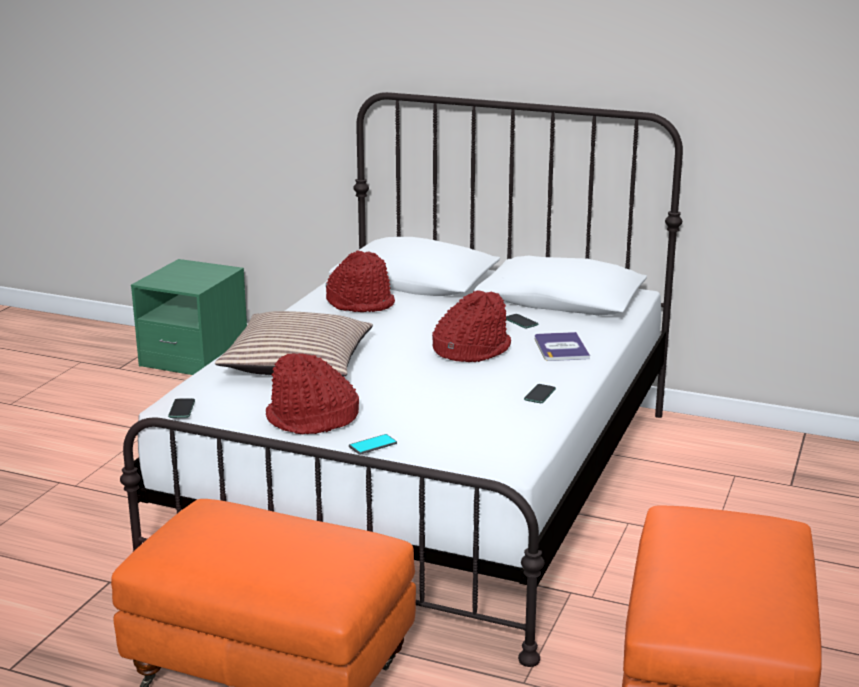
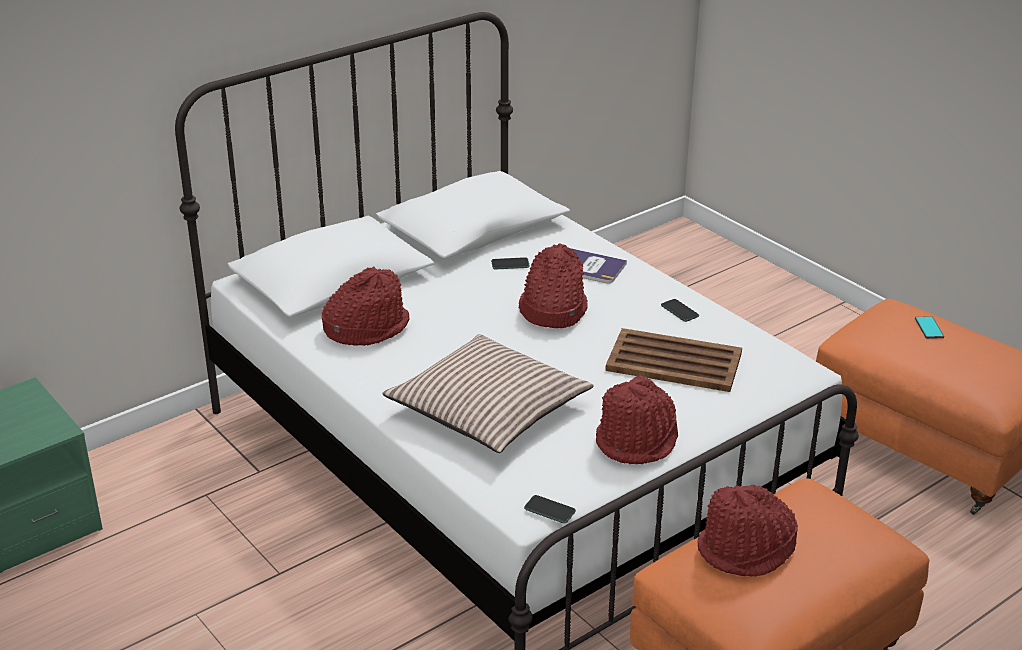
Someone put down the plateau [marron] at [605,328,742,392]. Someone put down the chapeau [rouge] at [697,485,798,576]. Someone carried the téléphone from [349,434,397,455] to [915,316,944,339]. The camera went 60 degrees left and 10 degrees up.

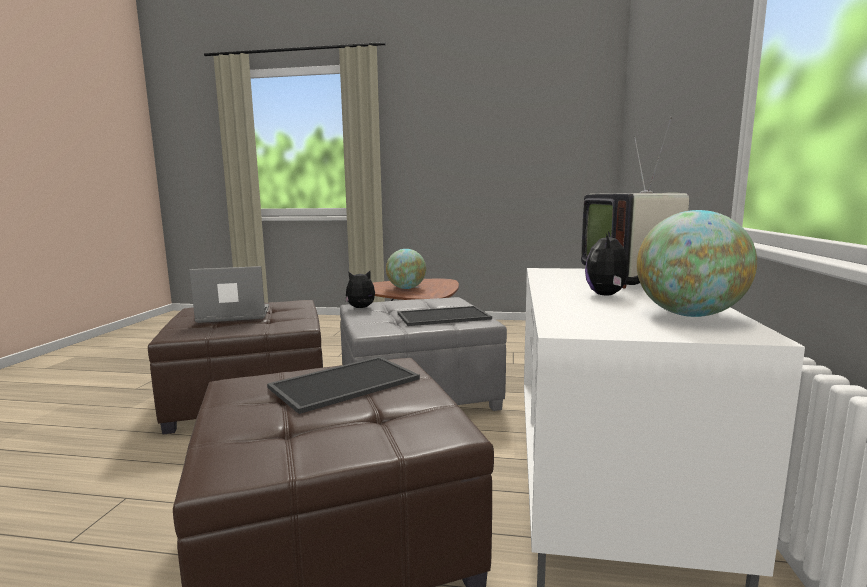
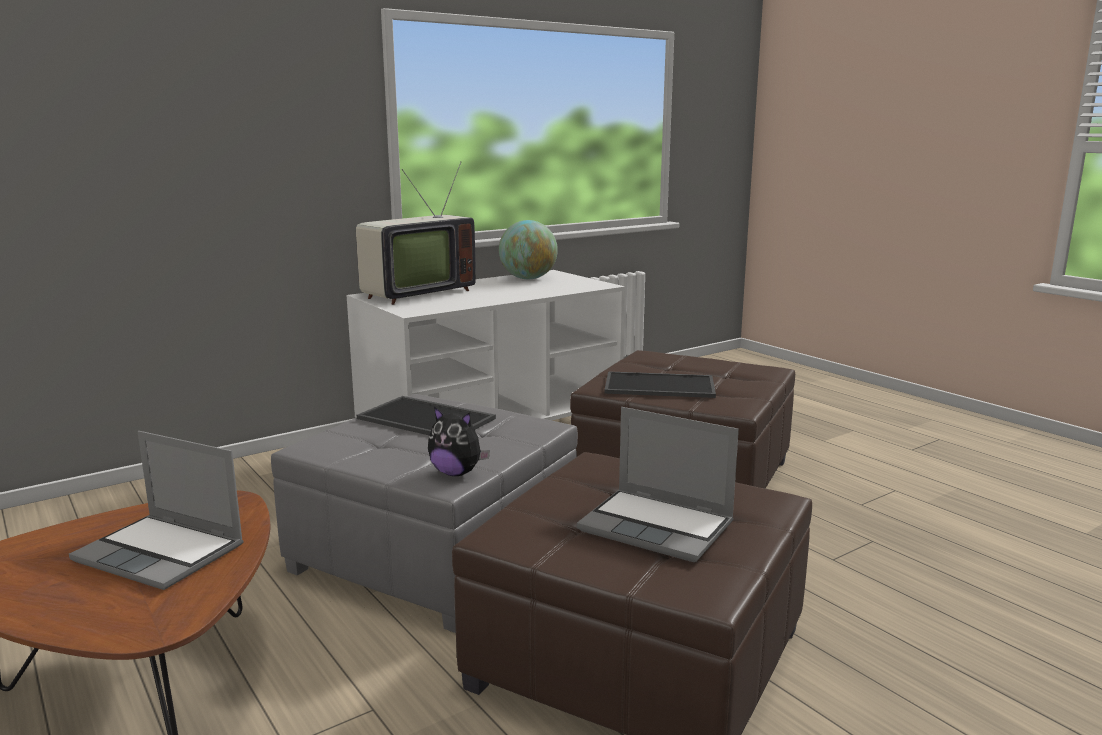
Someone took away the peluche at [585,231,640,295]. Someone swapped the globe at [386,249,426,289] for the ordinateur portable at [69,431,244,590]. The camera went 135 degrees left and 5 degrees up.

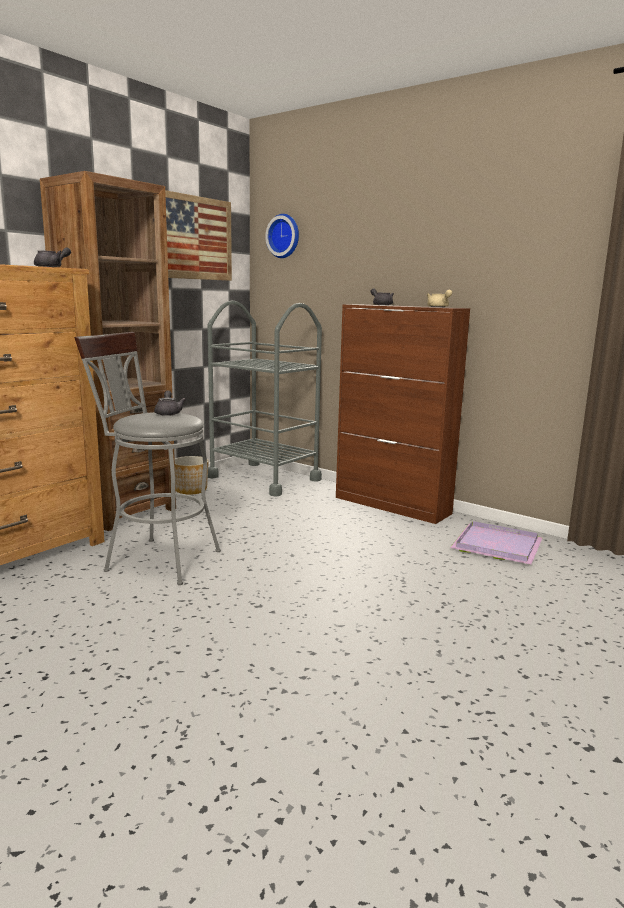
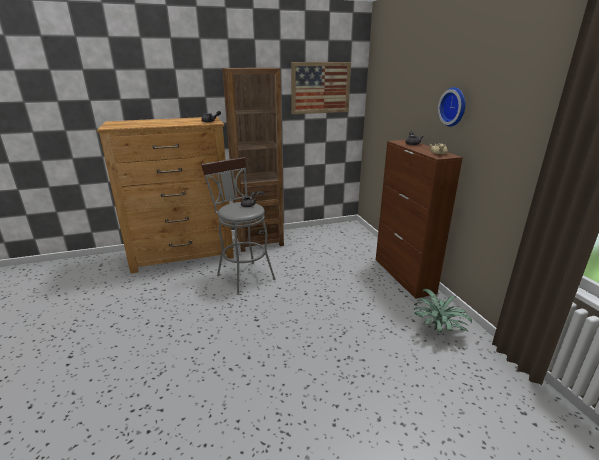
Someone took away the cache-pot at [175,456,209,495]. Someone took away the chariot [gris] at [207,300,322,496]. Someone carried the horloge murale from [265,214,299,258] to [438,87,466,127]. Someone swapped the plateau [violet] at [450,521,543,565] for the plante en pot at [414,289,472,333]. The camera went 35 degrees right and 10 degrees up.

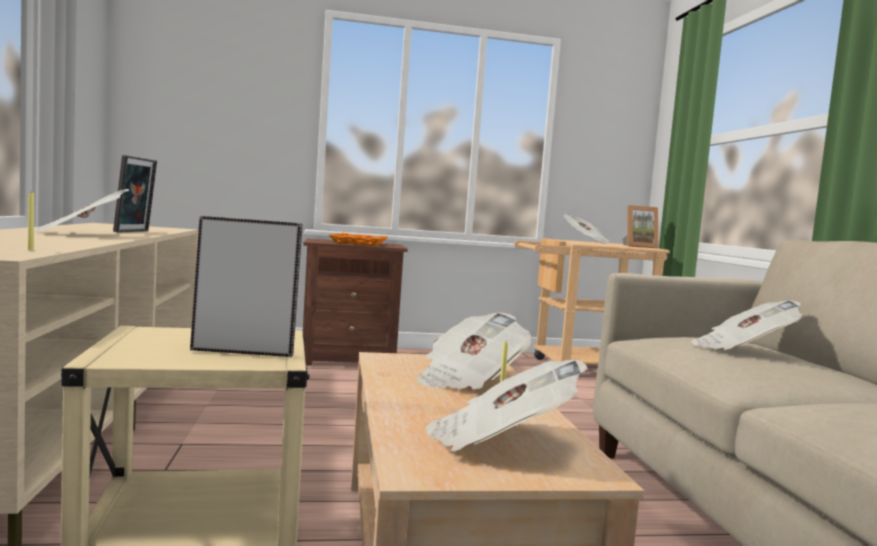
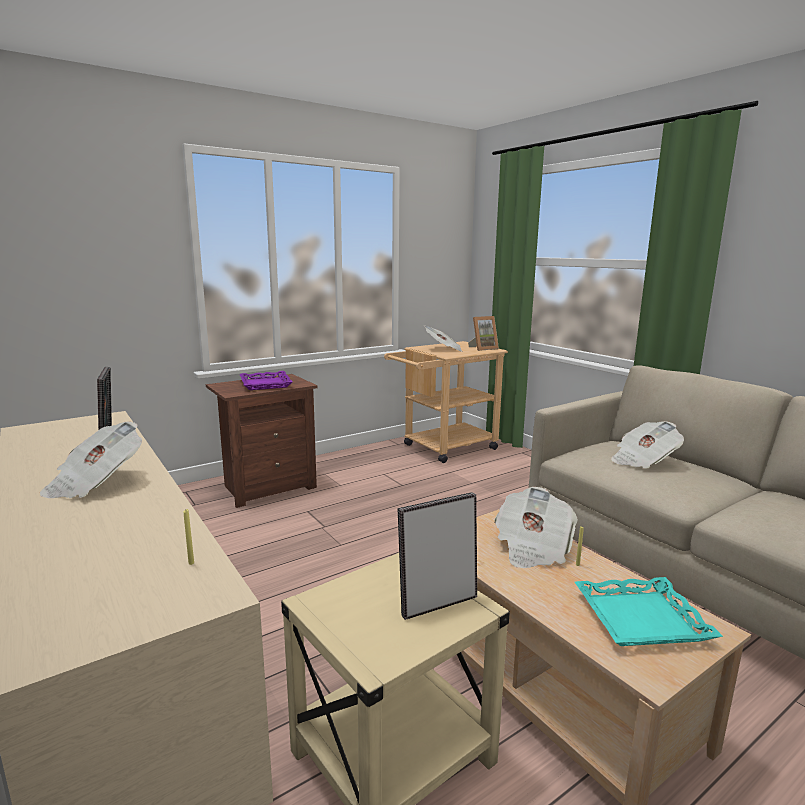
Someone swapped the journal at [425,360,588,452] for the plateau [turquoise] at [575,577,723,646]. Someone repainted the plateau [orange] at [329,233,388,246], which became the plateau [violet] at [240,371,293,390]. The camera went 25 degrees left and 10 degrees up.

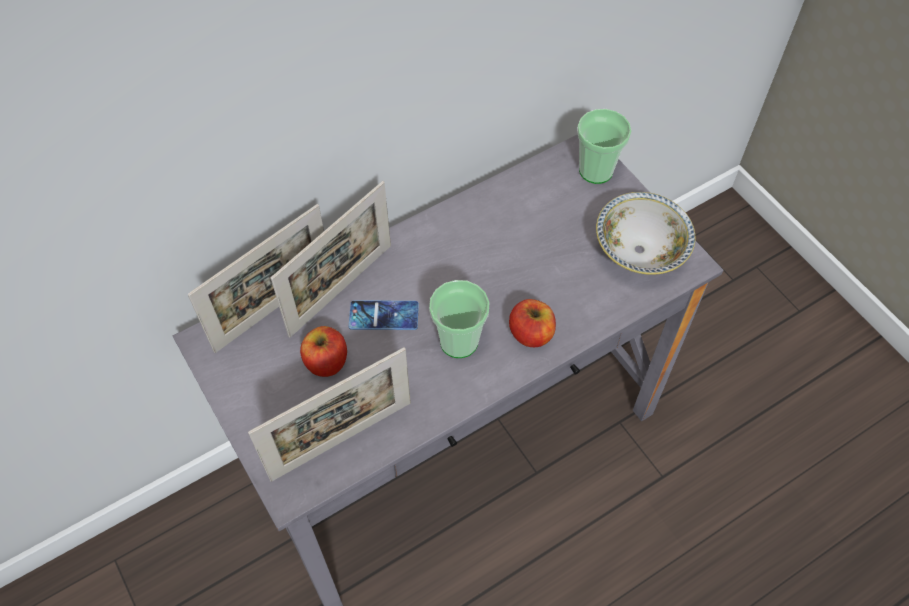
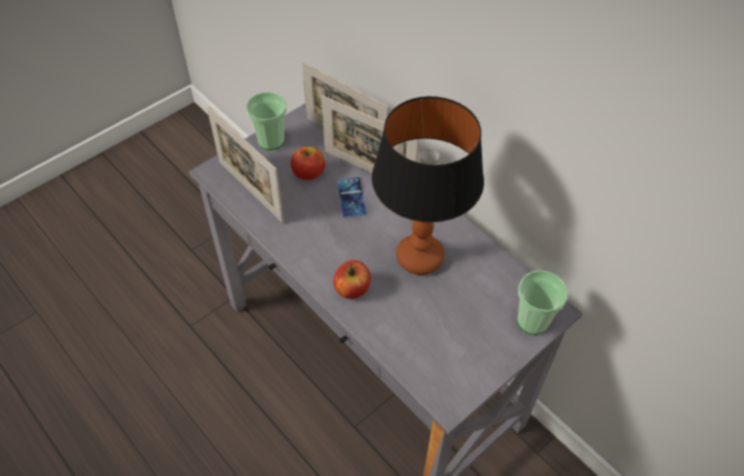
Someone took away the bol at [596,192,696,275]. Someone put down the lampe de table at [372,96,484,275]. Someone carried the tasse from [429,280,489,358] to [246,92,287,150]. The camera went 80 degrees right and 5 degrees down.

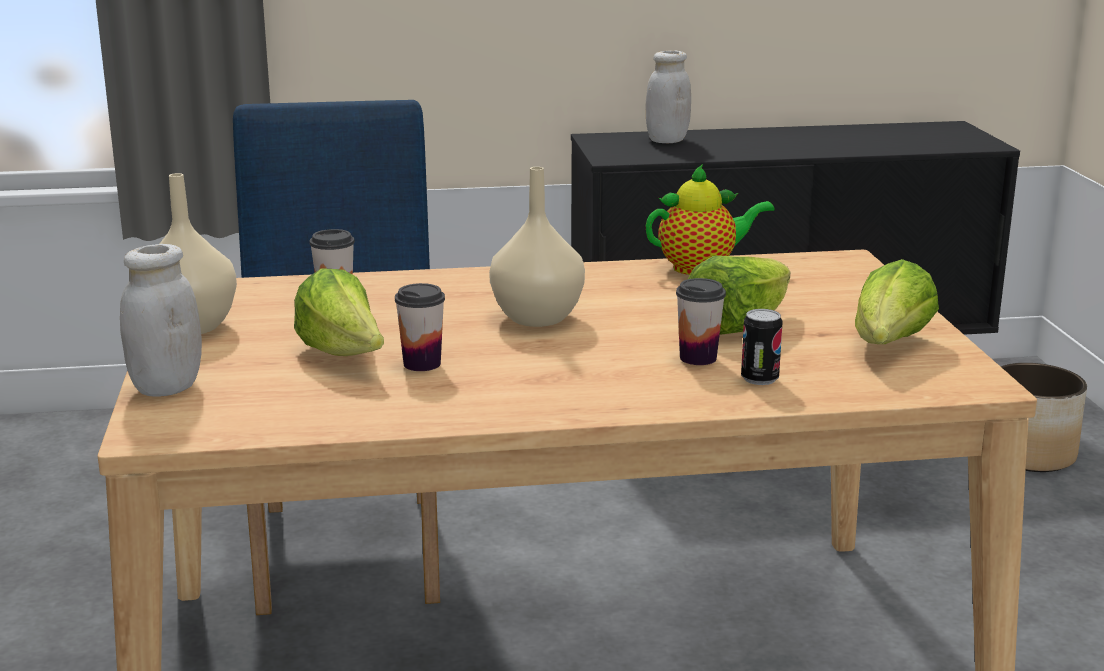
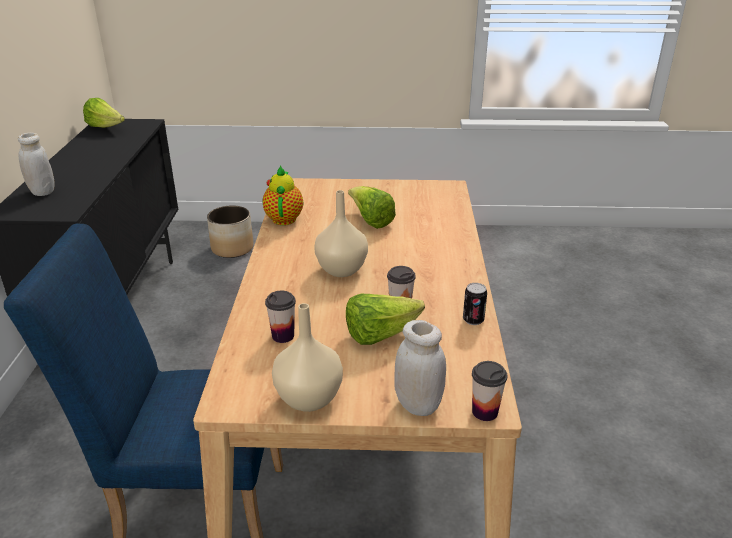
Someone carried the tasse from [676,278,726,365] to [472,361,507,421]. Someone carried the boîte métallique from [741,309,783,385] to [463,283,487,325]. Someone carried the laitue from [855,259,939,344] to [83,98,125,128]. The camera went 80 degrees left and 10 degrees up.

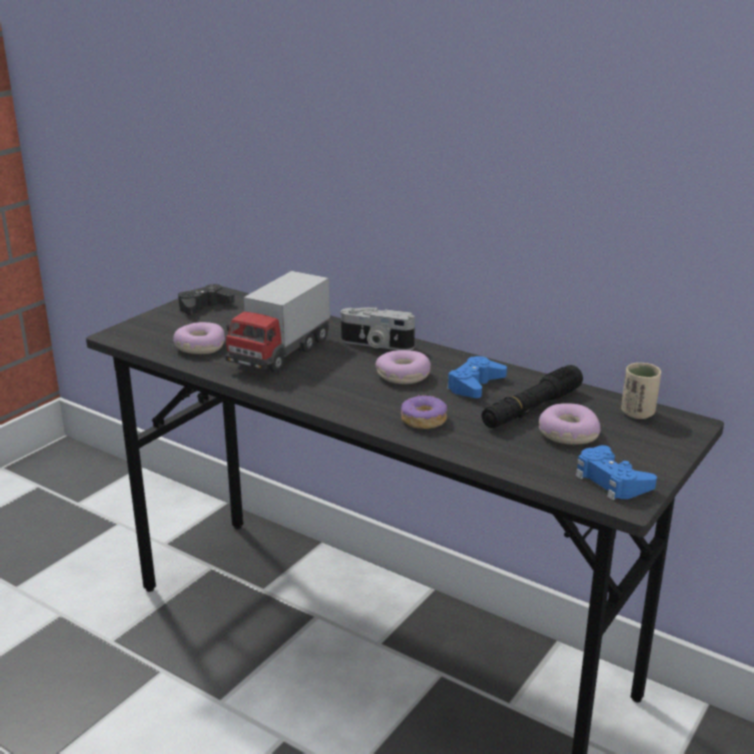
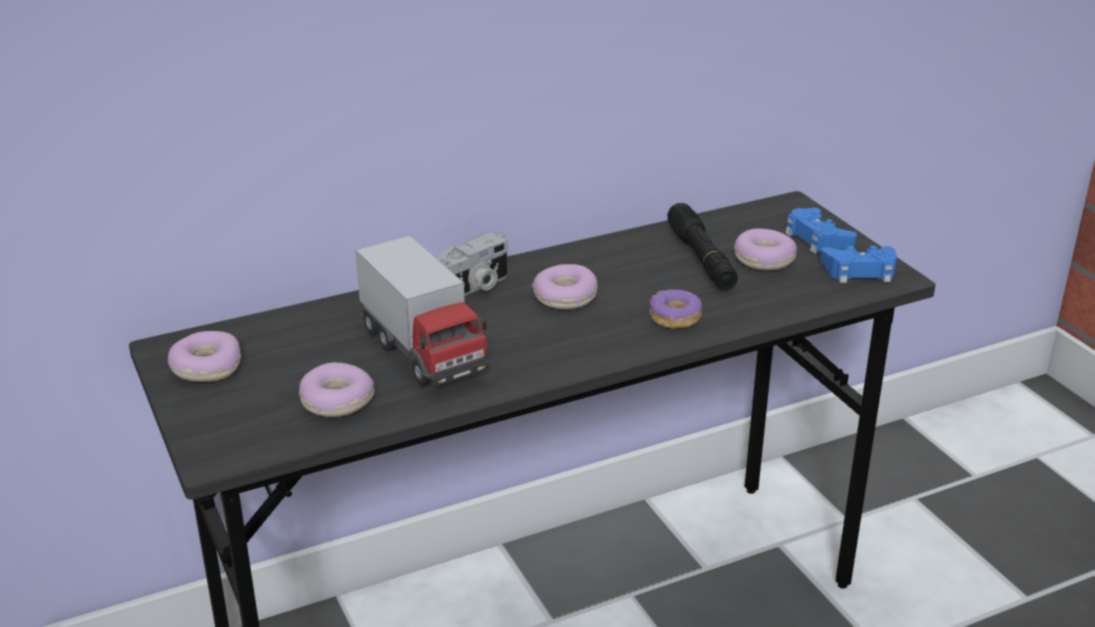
Someone took away the tasse [beige] at [621,363,661,419]. Someone carried the manette [bleu] from [447,356,507,398] to [785,207,857,253]. Someone swapped the manette [noir] at [178,284,235,315] for the beignet at [168,331,241,382]. The camera went 60 degrees left and 5 degrees up.

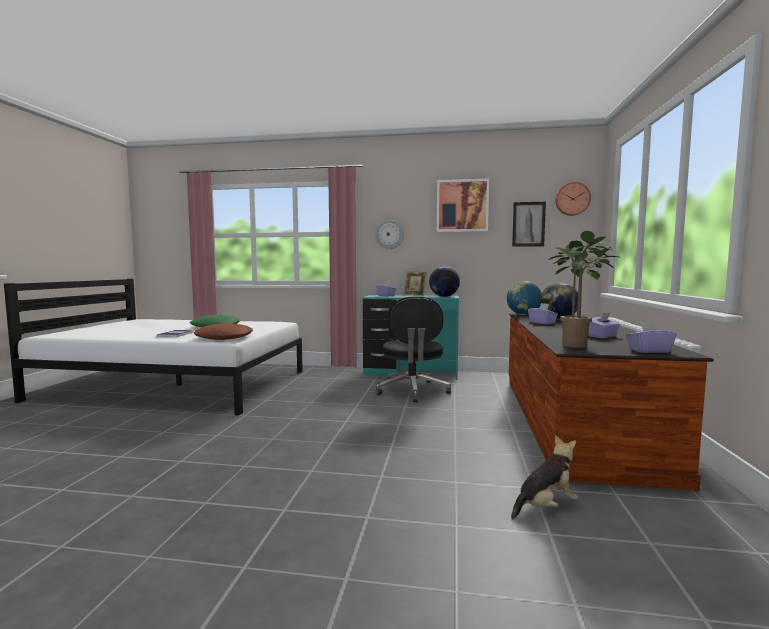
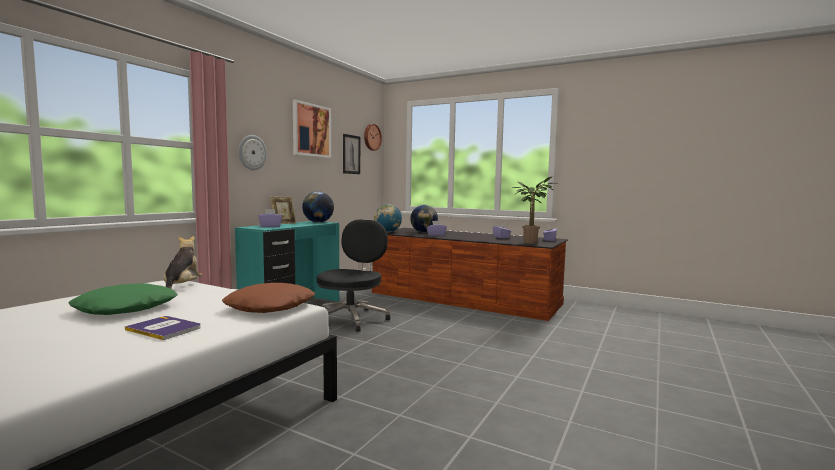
Someone carried the peluche from [511,435,578,519] to [163,236,203,289]. Someone rotated the chaise de bureau [noir] at [375,297,451,403] by 90 degrees counterclockwise. The camera went 70 degrees left and 0 degrees up.

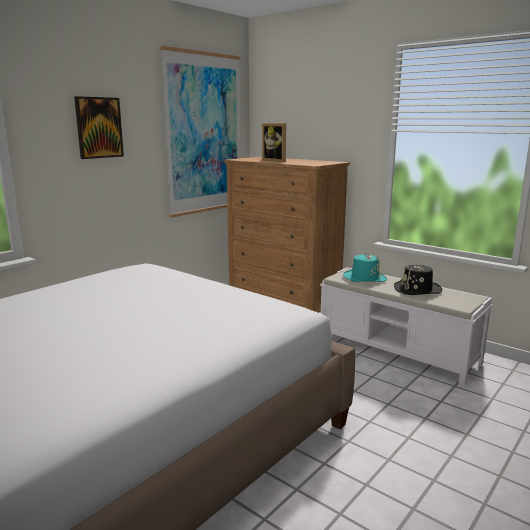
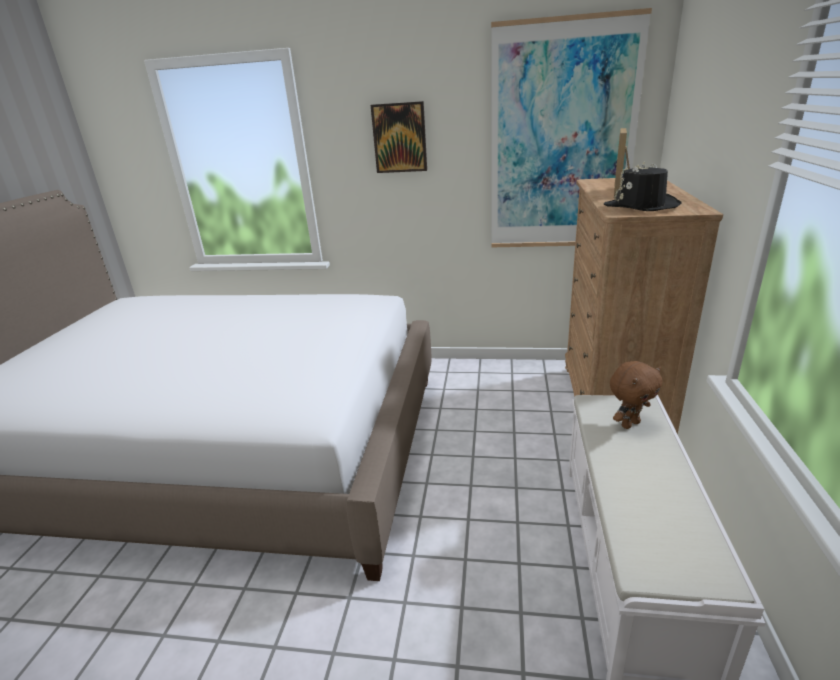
Someone carried the chapeau [noir] from [394,263,442,295] to [604,161,682,211]. Someone swapped the chapeau [turquoise] at [343,253,387,282] for the peluche [marron] at [610,361,662,429]. The camera went 60 degrees right and 10 degrees up.

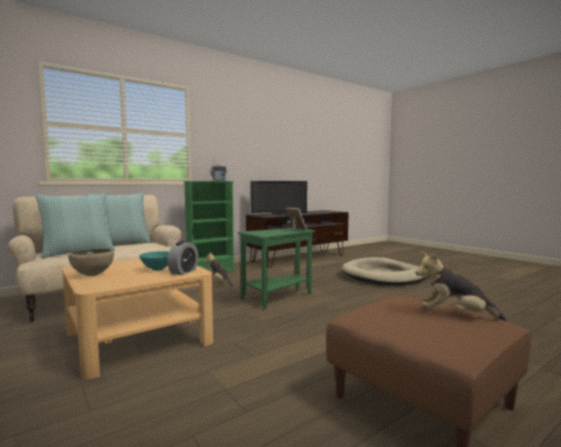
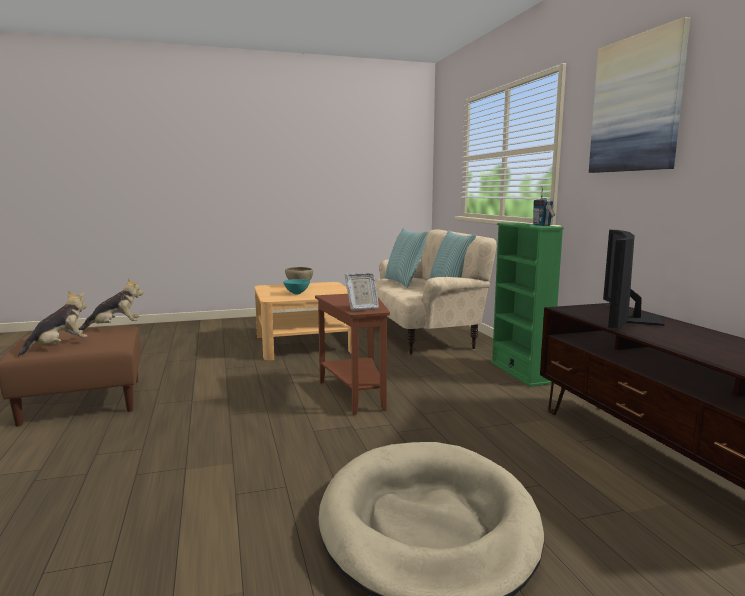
Someone took away the réveil at [167,240,198,275]. Someone put up the tableau at [589,17,690,173]. Someone carried the peluche from [204,253,234,286] to [79,278,143,330]. Someone repainted the table d'appoint [vert] at [238,228,314,310], which became the table d'appoint [marron] at [315,294,390,415]. The camera went 110 degrees right and 5 degrees up.

